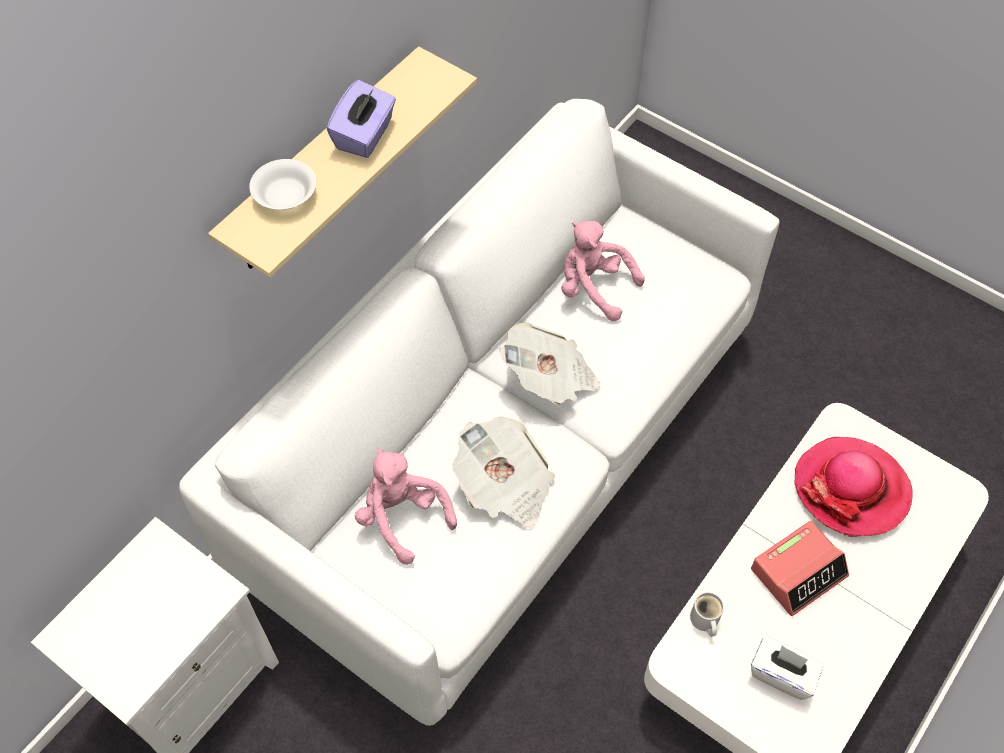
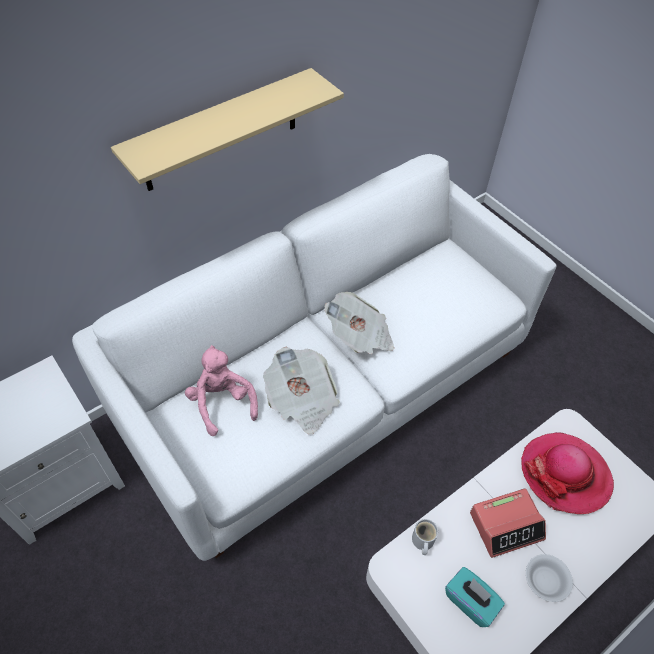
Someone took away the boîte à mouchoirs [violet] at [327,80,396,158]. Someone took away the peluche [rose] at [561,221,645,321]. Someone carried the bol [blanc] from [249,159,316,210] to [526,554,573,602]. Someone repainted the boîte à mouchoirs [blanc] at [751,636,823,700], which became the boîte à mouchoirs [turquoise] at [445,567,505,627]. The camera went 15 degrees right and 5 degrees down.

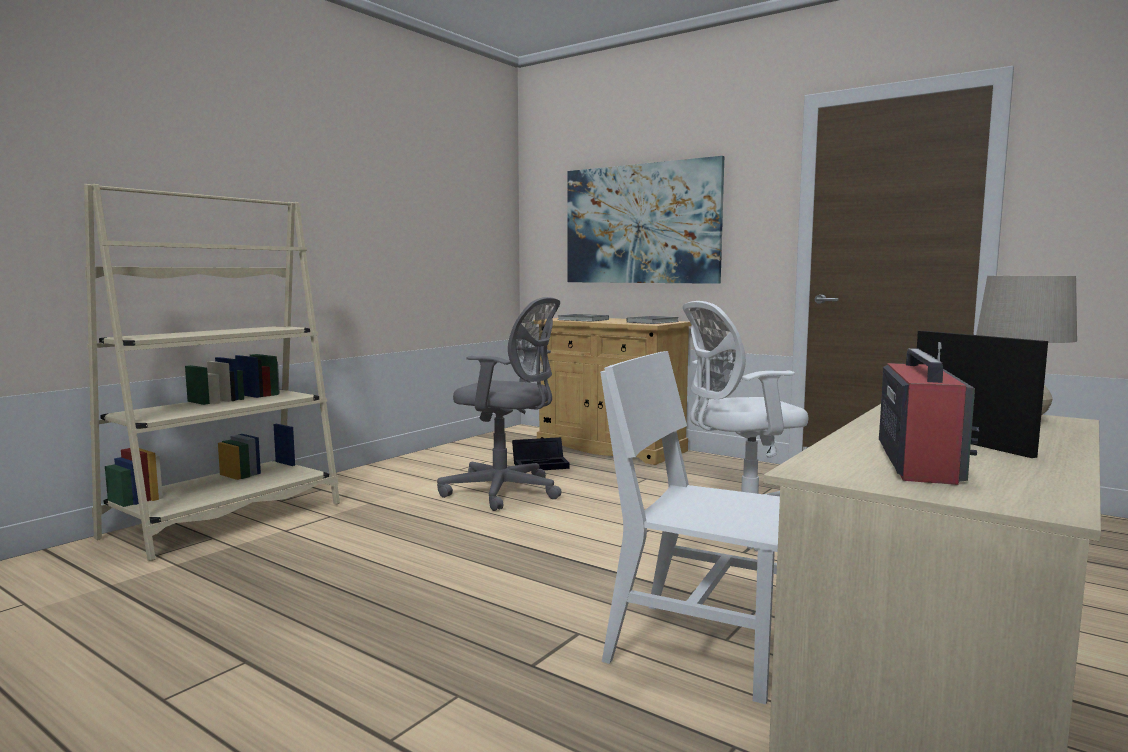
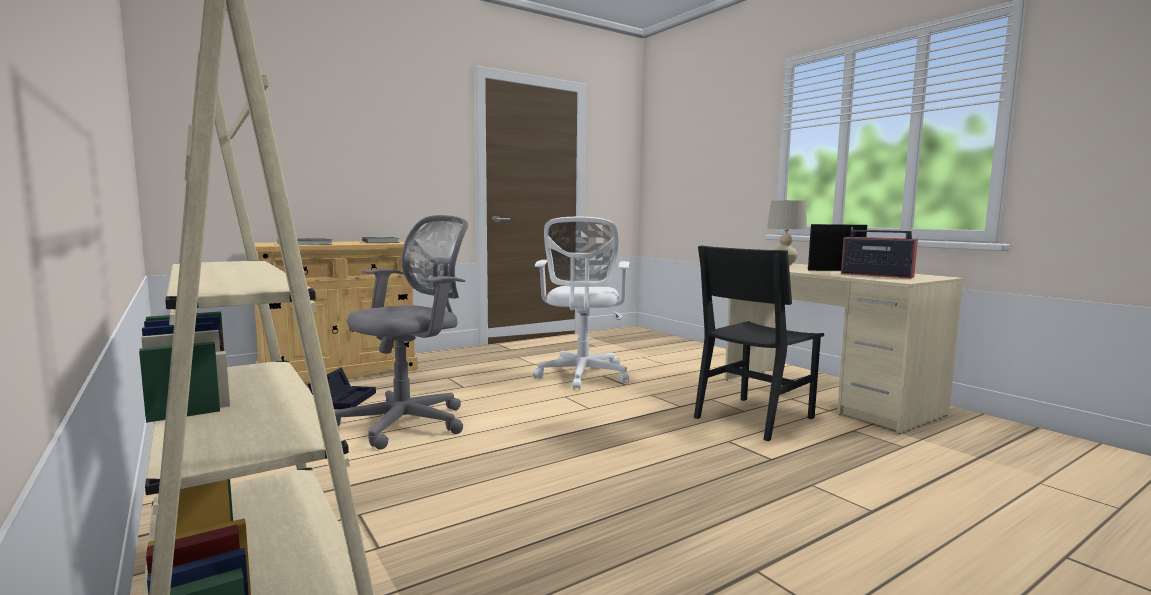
Someone took away the tableau at [567,156,724,284]. Someone repainted the chaise [blanc] at [600,351,780,705], which became the chaise [noir] at [694,245,824,441]. The camera went 70 degrees left and 0 degrees up.

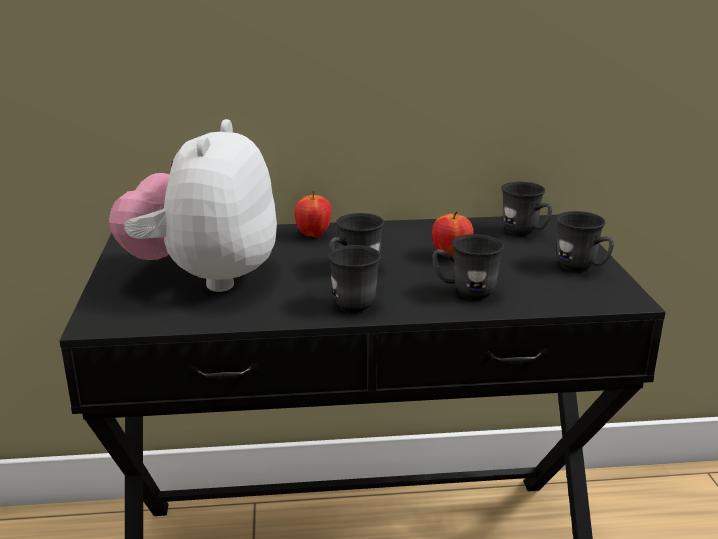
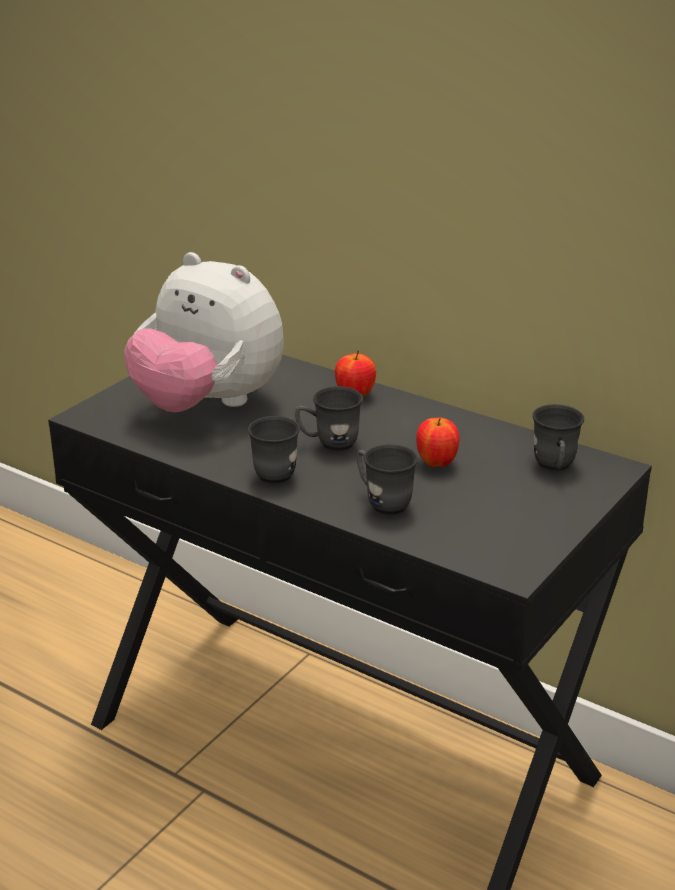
Someone took away the mug [gris] at [556,211,614,272]. Someone rotated the peluche at [109,119,277,292] by 105 degrees counterclockwise. The camera went 40 degrees right and 5 degrees up.

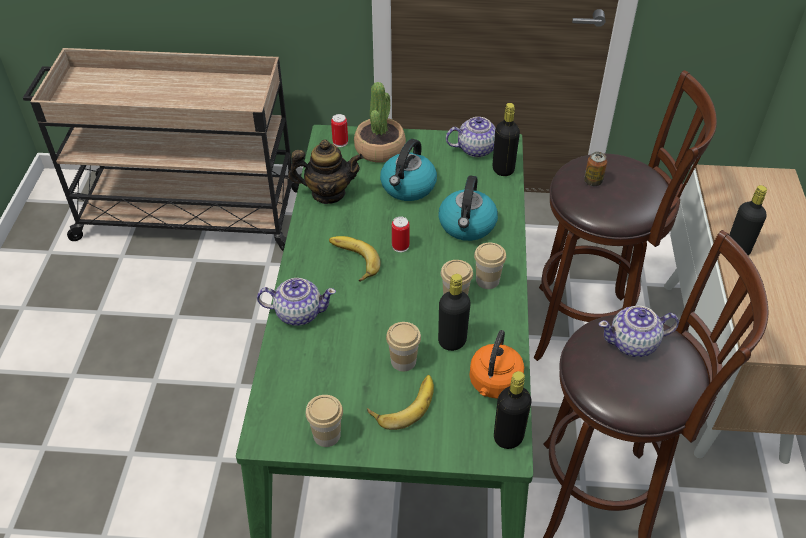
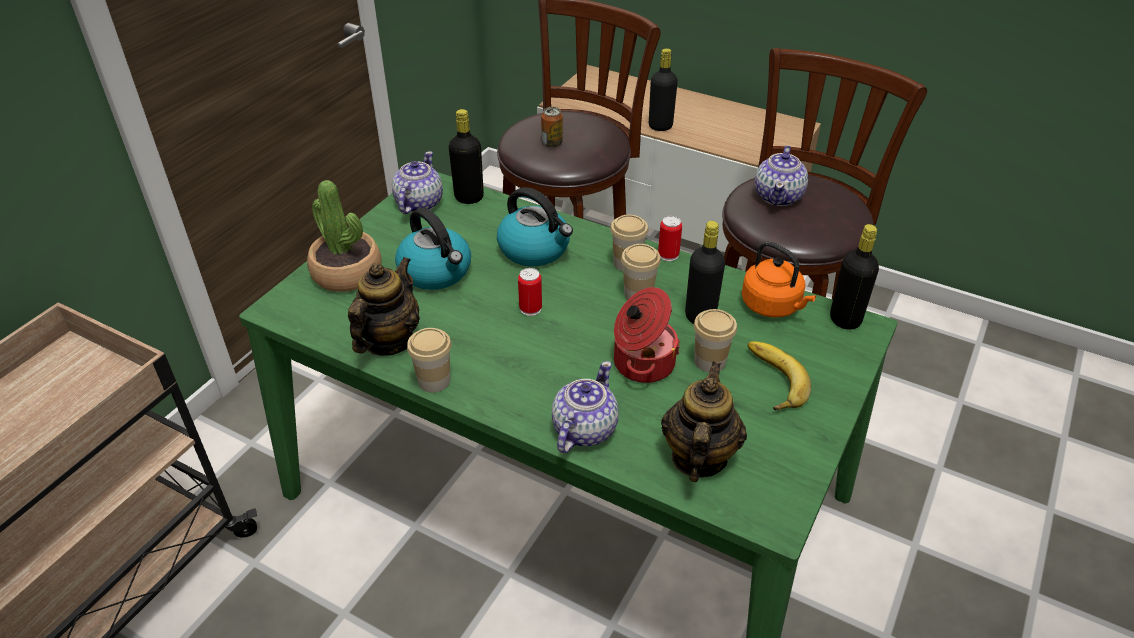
Someone took away the banane at [329,236,381,282]. Someone put down the marmite at [614,287,680,383]. Someone put down the théière at [661,361,747,482]. Someone carried the tasse from [305,395,343,447] to [407,328,452,393]. Someone carried the boîte métallique from [331,114,348,147] to [658,216,682,261]. The camera went 65 degrees left and 5 degrees down.

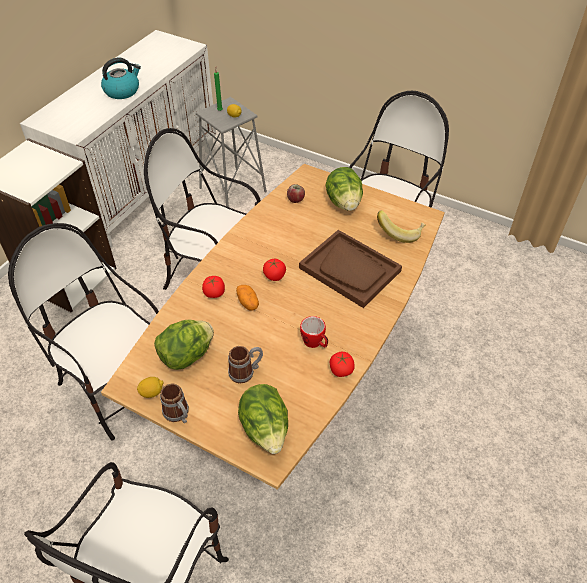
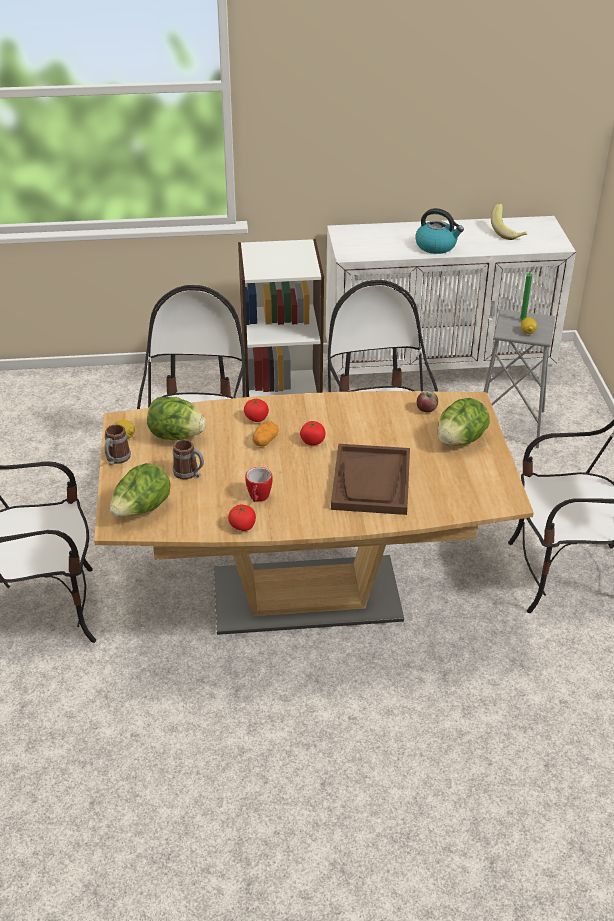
Someone carried the banane from [377,210,426,243] to [491,203,527,240]. The camera went 55 degrees right and 10 degrees down.

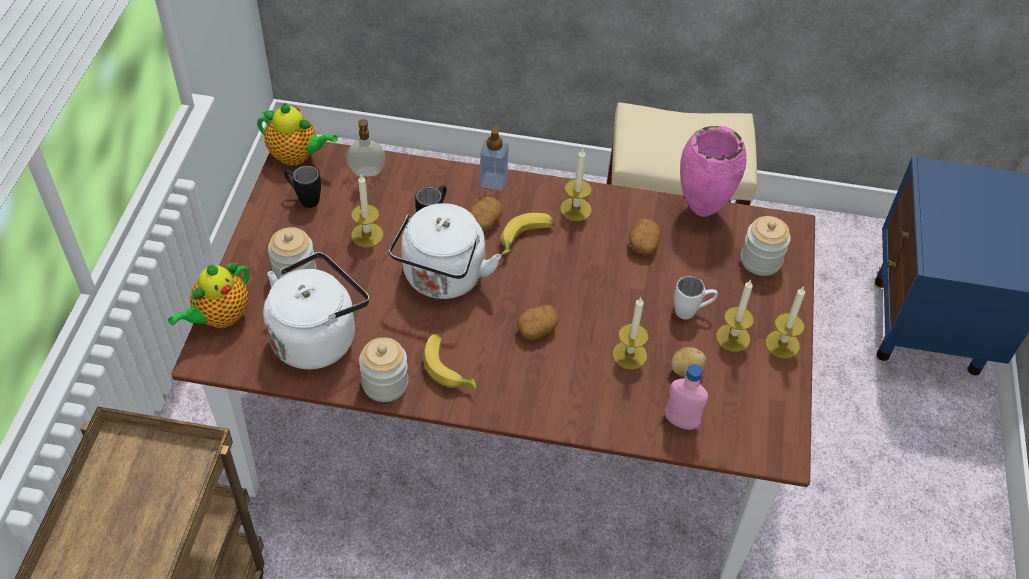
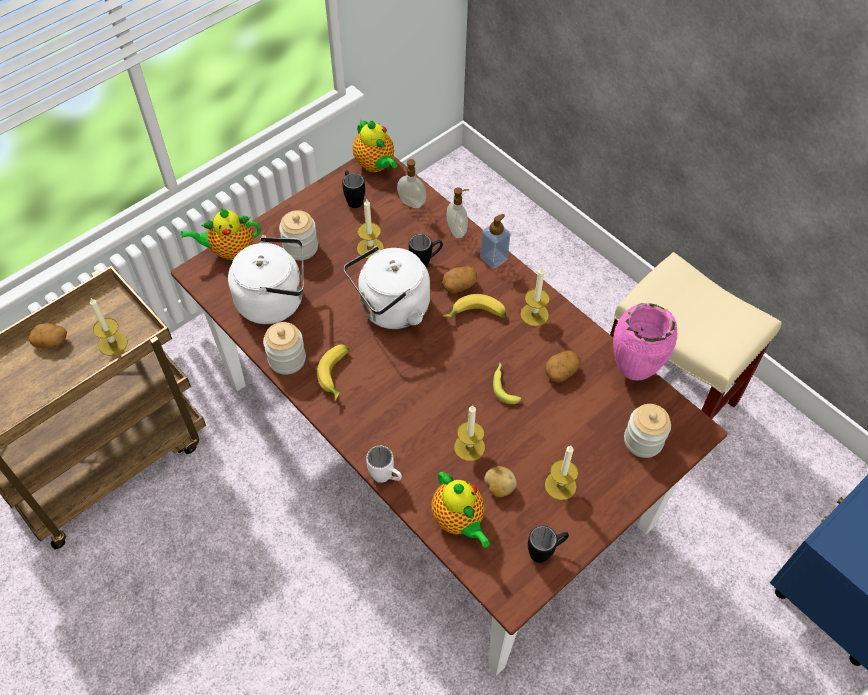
Someone put down the distributeur de savon at [447,187,469,238]. Someone put down the banane at [493,363,521,404]. Someone put down the mug [noir] at [528,526,569,563]. Someone carried the pomme de terre from [517,305,559,340] to [28,323,67,348]. Someone carried the mug [blanc] from [674,276,718,319] to [366,446,402,483]. Someone carried the bougie from [765,286,805,359] to [90,298,128,356]. Someone swapped the bouteille [rose] at [665,364,708,430] for the théière at [431,471,491,548]. The camera went 40 degrees right and 5 degrees up.

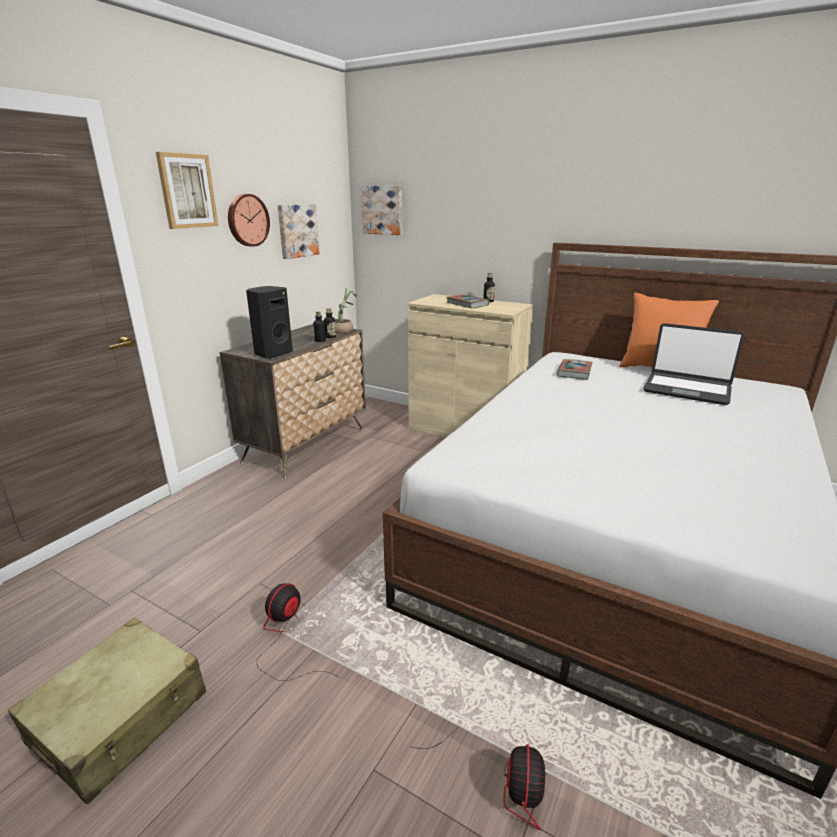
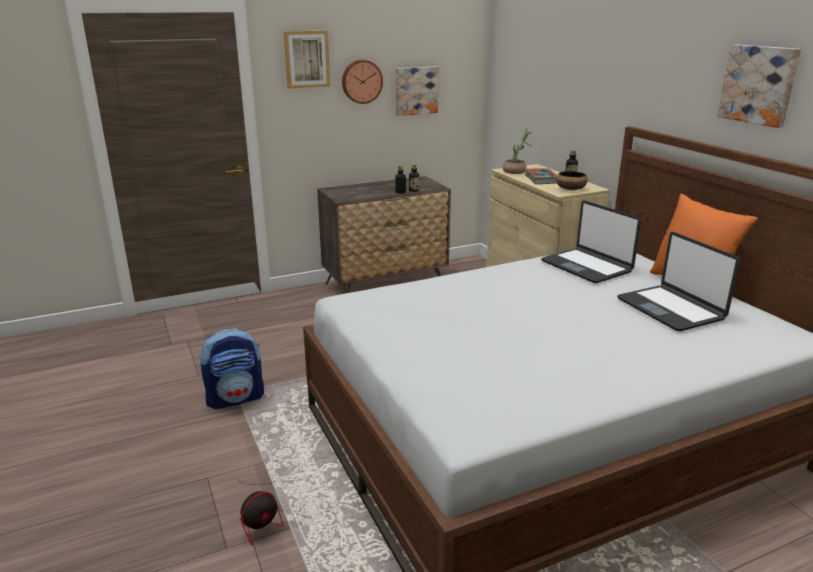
Someone took away the valise [beige] at [8,618,206,804]. Someone took away the enceinte [noir] at [246,286,293,359]. Someone put down the bol at [556,171,588,190]. Someone carried the plante en pot from [335,288,356,334] to [503,129,535,174]. Someone carried the tableau from [361,186,402,235] to [717,45,801,128]. Someone swapped the ventilateur at [256,583,340,681] for the sac à dos at [200,328,264,409]. Someone swapped the livre at [557,359,592,380] for the ordinateur portable at [541,200,641,283]. The camera went 35 degrees right and 0 degrees up.

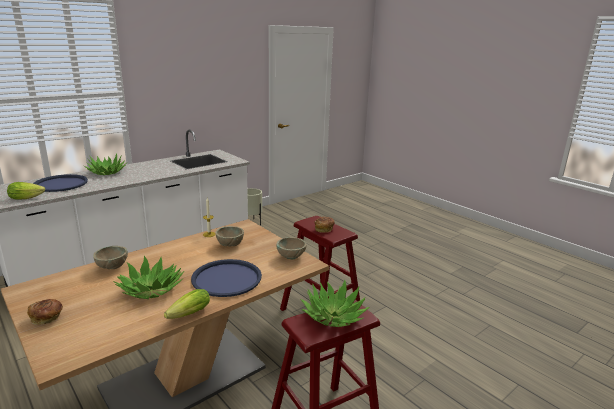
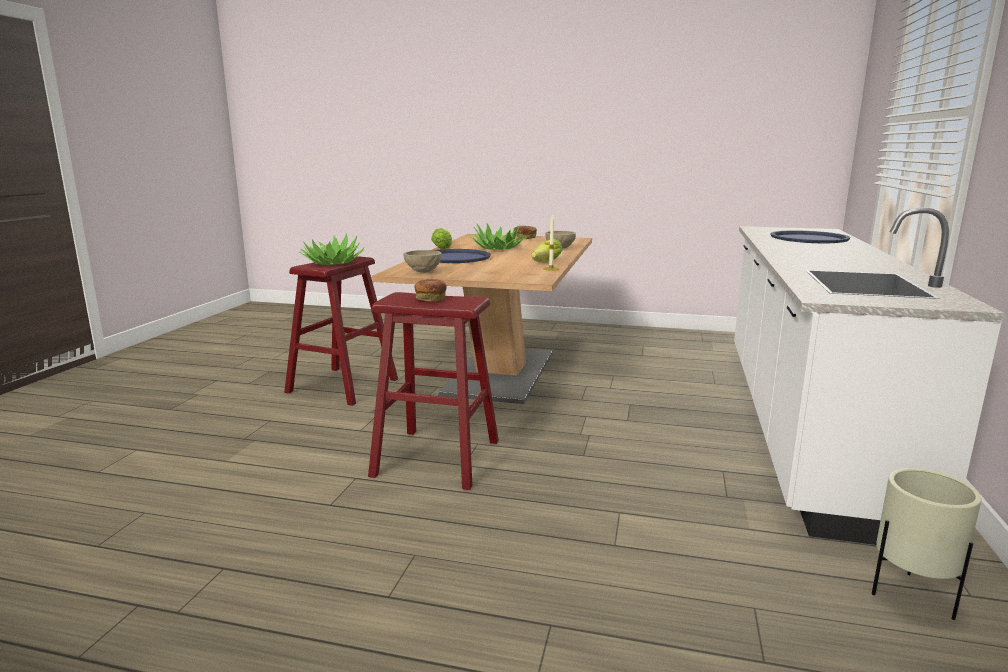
Someone took away the plante en pot at [84,153,127,175]. Someone took away the bol [beige] at [215,226,244,247]. Someone carried the laitue from [7,182,45,199] to [531,239,562,262]. The camera went 145 degrees right and 5 degrees down.

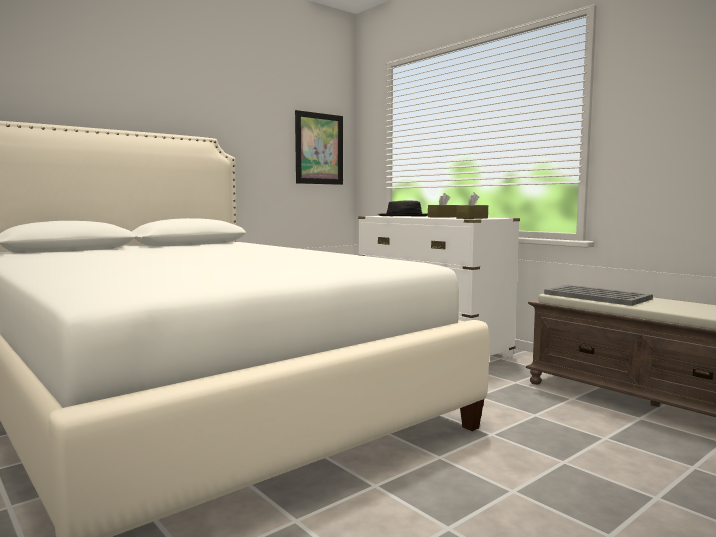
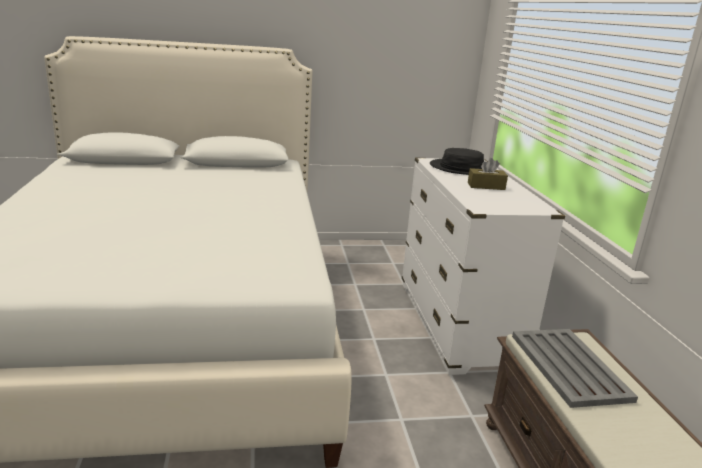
Someone took away the tableau at [295,110,343,185]. Someone took away the boîte à mouchoirs [marron] at [456,192,488,219]. The camera went 30 degrees right and 15 degrees up.

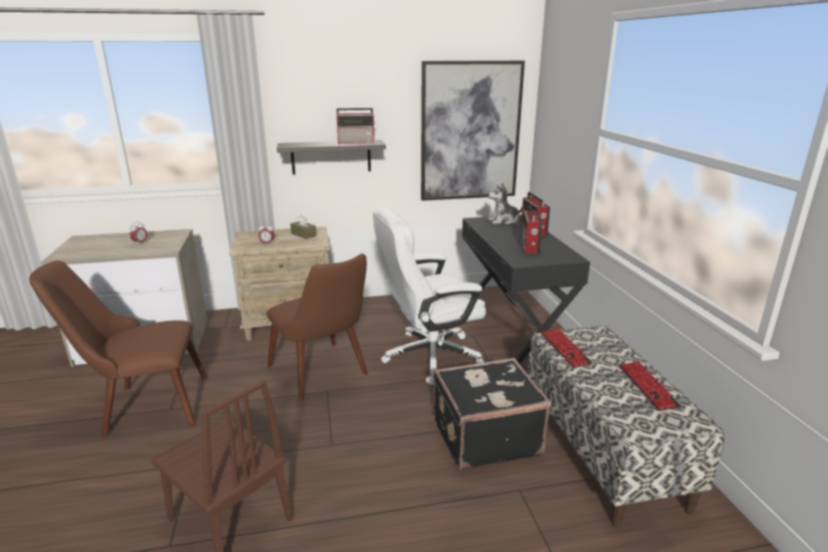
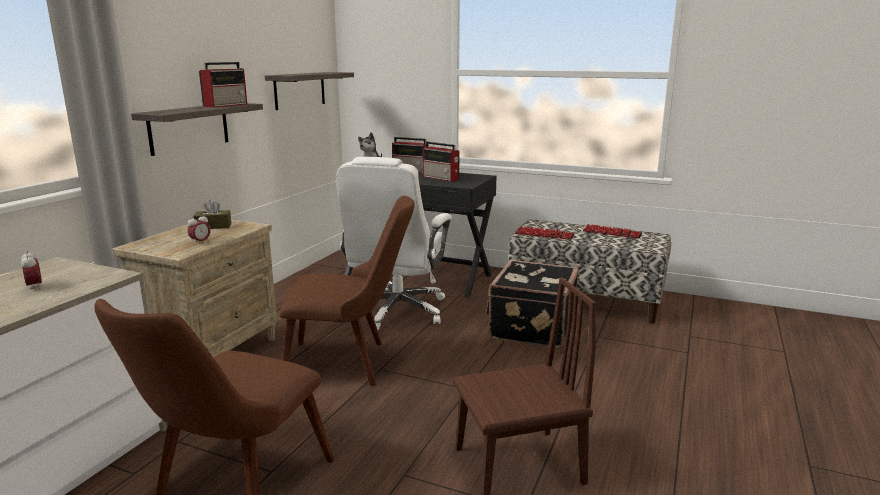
Someone swapped the tableau at [421,61,525,201] for the étagère at [265,72,354,110]. The camera went 55 degrees left and 5 degrees down.

